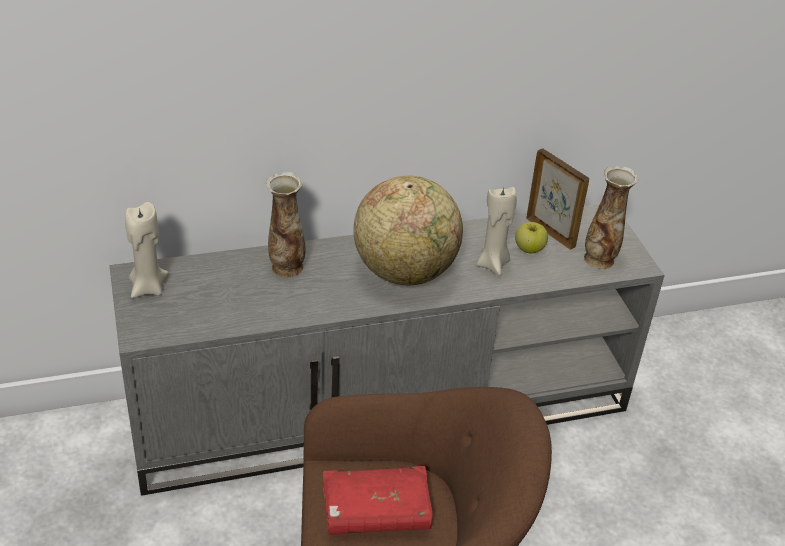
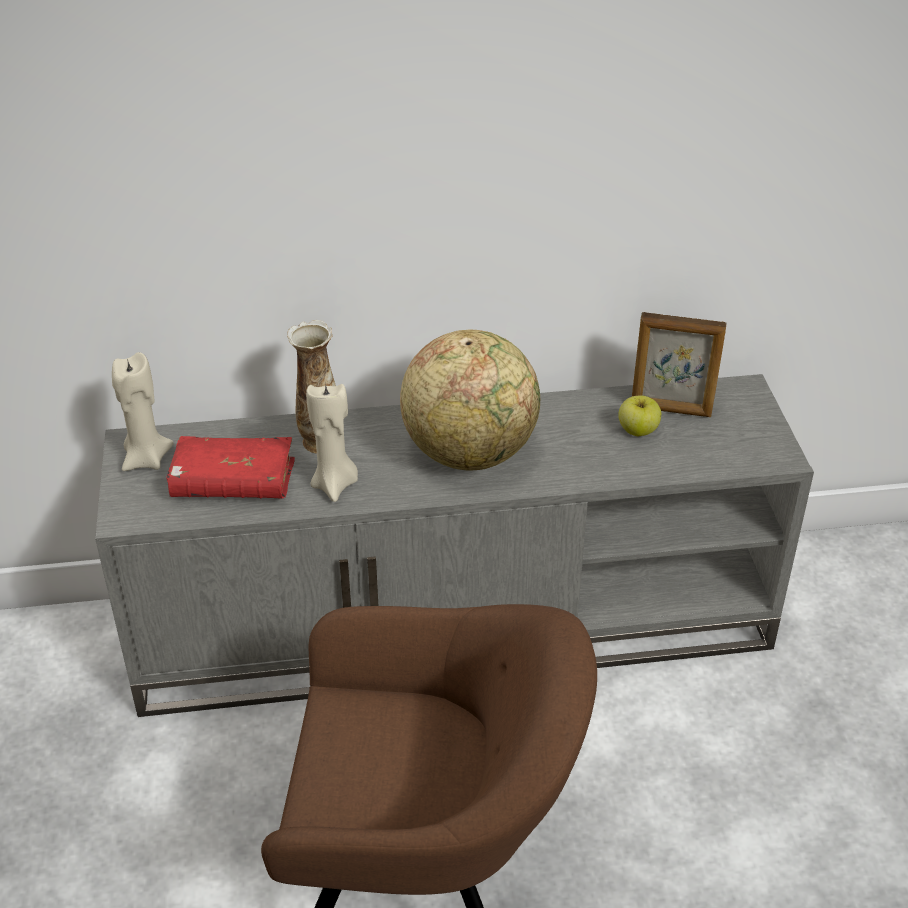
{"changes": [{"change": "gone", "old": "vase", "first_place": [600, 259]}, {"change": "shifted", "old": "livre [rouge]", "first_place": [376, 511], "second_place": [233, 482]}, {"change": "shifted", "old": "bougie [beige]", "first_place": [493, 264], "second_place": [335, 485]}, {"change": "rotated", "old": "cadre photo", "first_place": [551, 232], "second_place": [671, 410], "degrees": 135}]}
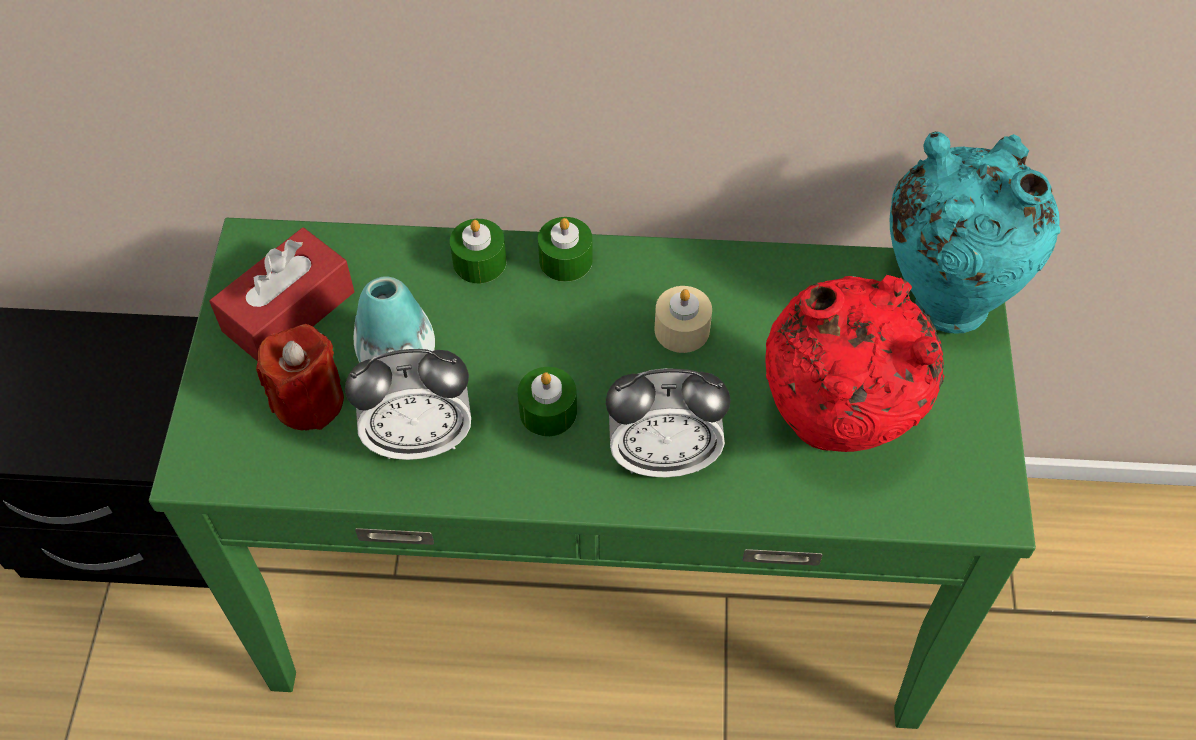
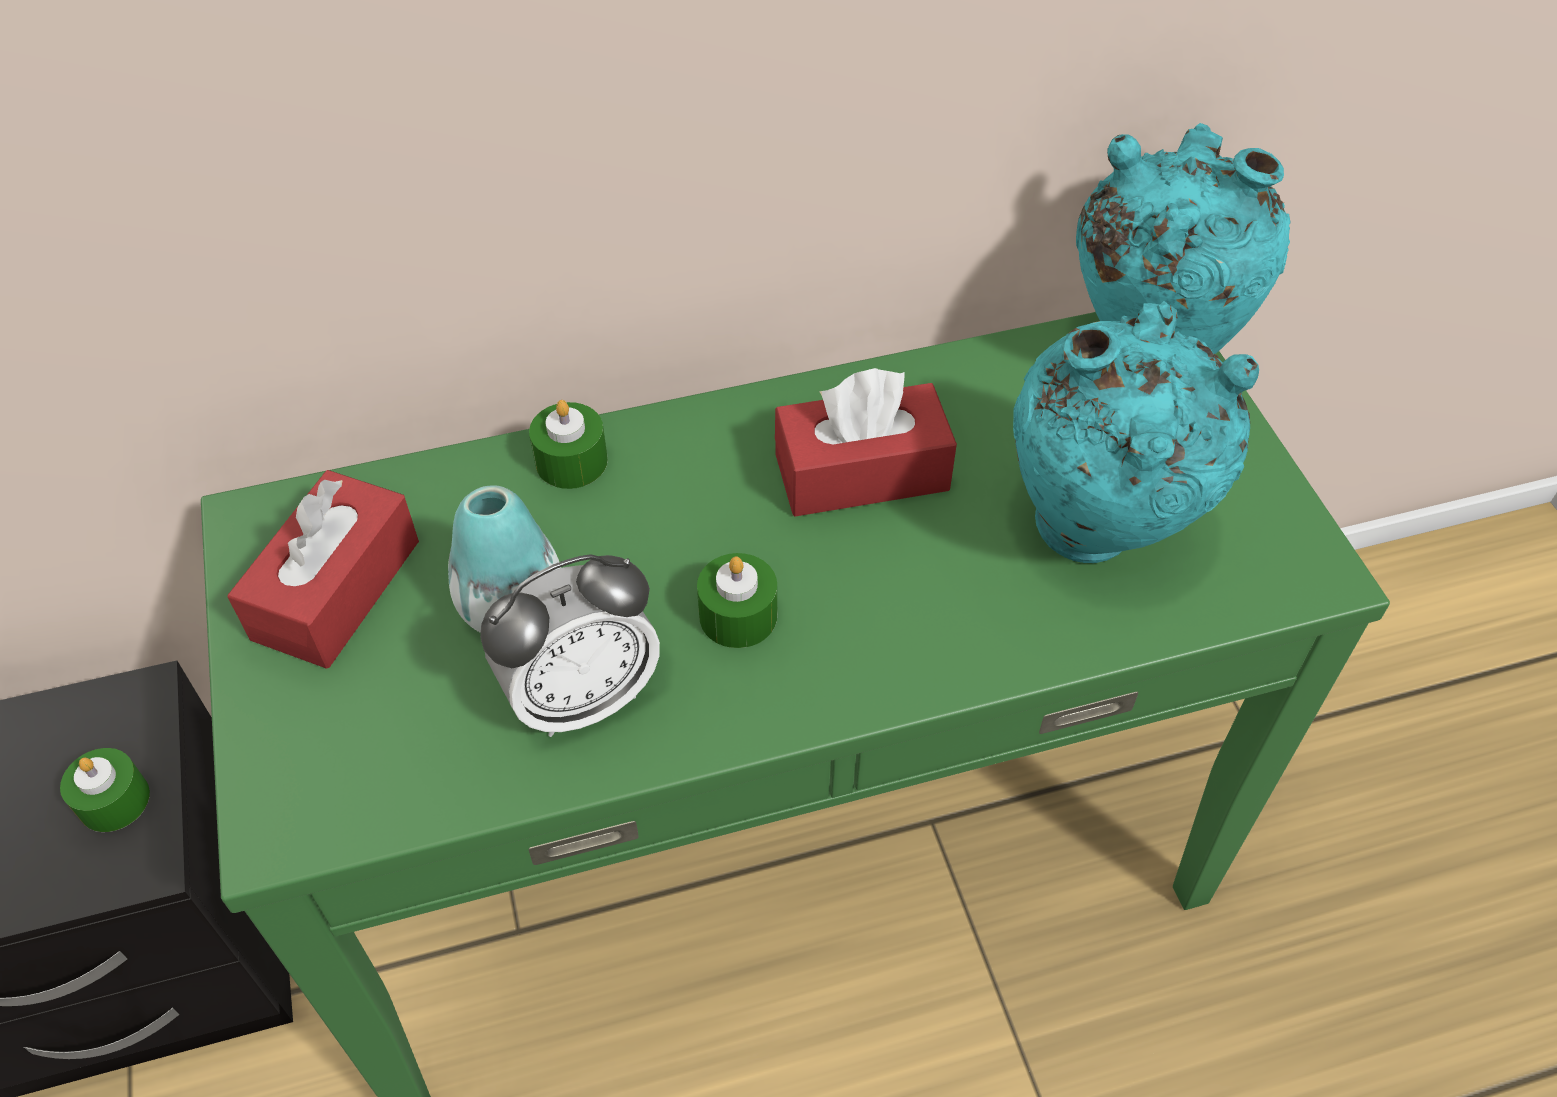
{"changes": [{"change": "gone", "old": "bougie [rouge]", "first_place": [309, 401]}, {"change": "gone", "old": "réveil", "first_place": [663, 455]}, {"change": "shifted", "old": "bougie [vert]", "first_place": [565, 260], "second_place": [114, 800]}, {"change": "swapped", "old": "bougie [beige]", "new": "boîte à mouchoirs [rouge]", "first_place": [682, 329], "second_place": [861, 472]}, {"change": "repainted", "old": "vase [rouge]", "new": "vase [turquoise]", "first_place": [833, 431], "second_place": [1096, 538]}]}
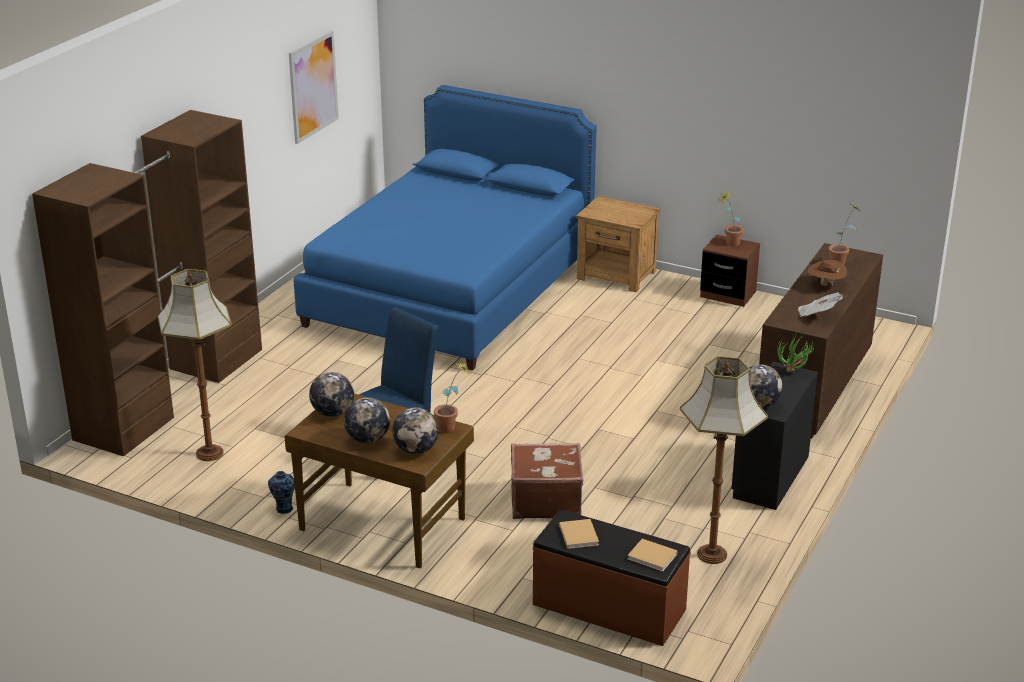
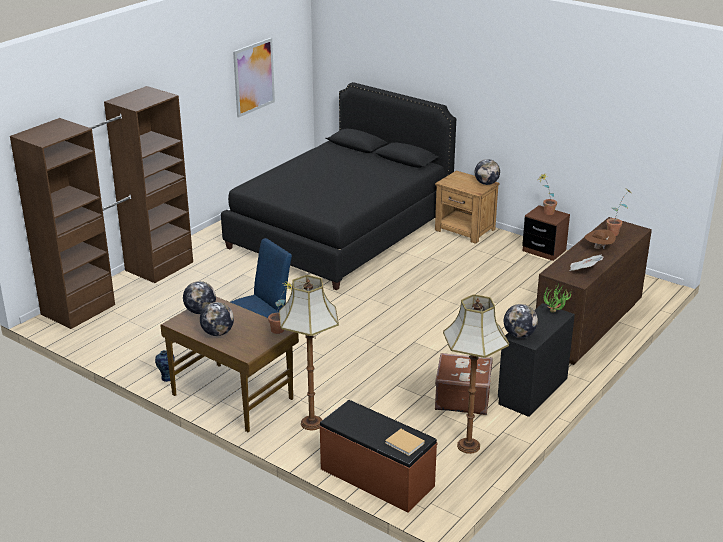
{"changes": [{"change": "gone", "old": "livre [beige]", "first_place": [578, 534]}, {"change": "shifted", "old": "lampadaire", "first_place": [208, 453], "second_place": [311, 423]}, {"change": "shifted", "old": "globe", "first_place": [416, 450], "second_place": [486, 183]}, {"change": "shifted", "old": "valise [marron]", "first_place": [545, 501], "second_place": [462, 398]}, {"change": "repainted", "old": "lit [bleu]", "new": "lit [noir]", "first_place": [451, 291], "second_place": [341, 231]}]}
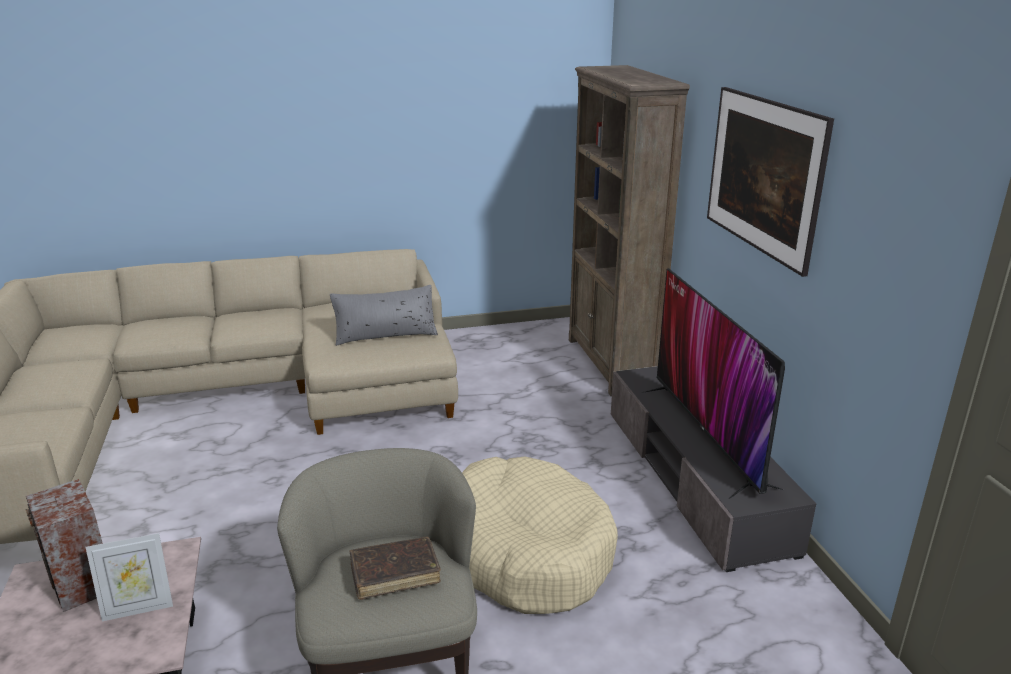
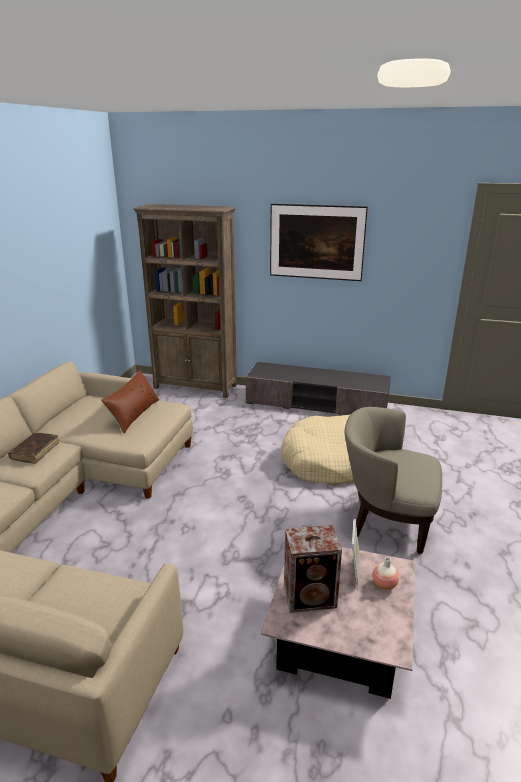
{"changes": [{"change": "gone", "old": "téléviseur", "first_place": [707, 436]}, {"change": "new", "new": "vase", "second_place": [384, 584]}, {"change": "shifted", "old": "livre [marron]", "first_place": [395, 574], "second_place": [35, 452]}, {"change": "repainted", "old": "coussin [gris]", "new": "coussin [marron]", "first_place": [385, 335], "second_place": [134, 414]}]}
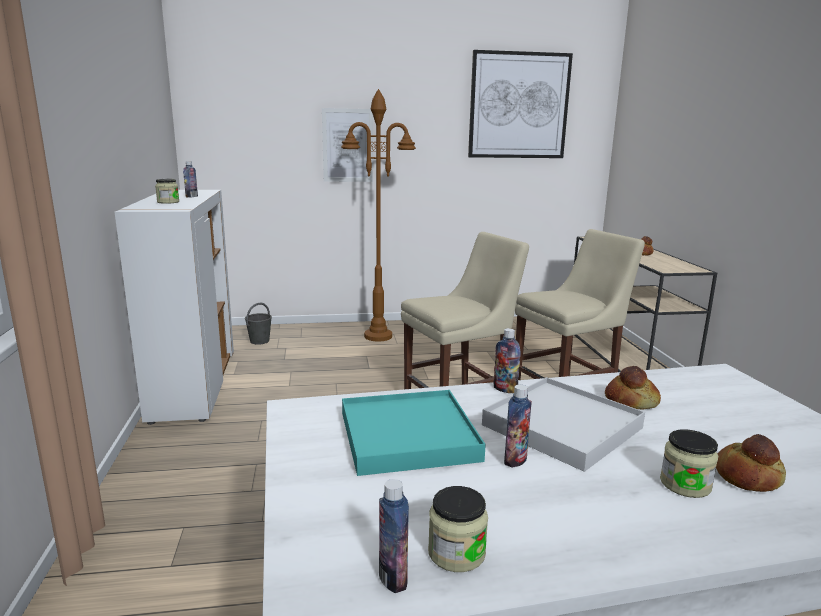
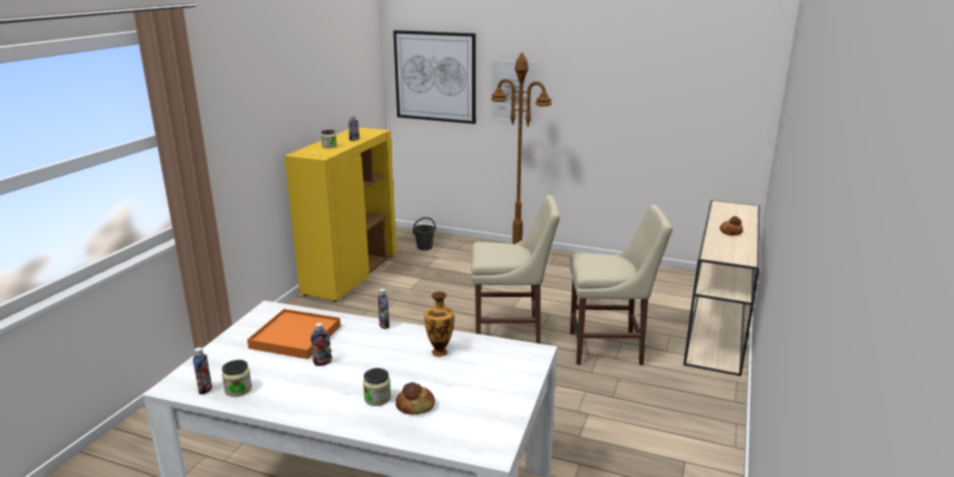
{"changes": [{"change": "gone", "old": "plateau [blanc]", "first_place": [562, 426]}, {"change": "shifted", "old": "tableau", "first_place": [518, 106], "second_place": [435, 76]}, {"change": "swapped", "old": "pain", "new": "vase", "first_place": [631, 401], "second_place": [440, 351]}, {"change": "repainted", "old": "meuble de rangement [blanc]", "new": "meuble de rangement [jaune]", "first_place": [193, 386], "second_place": [351, 274]}, {"change": "repainted", "old": "plateau [turquoise]", "new": "plateau [orange]", "first_place": [408, 436], "second_place": [295, 337]}]}
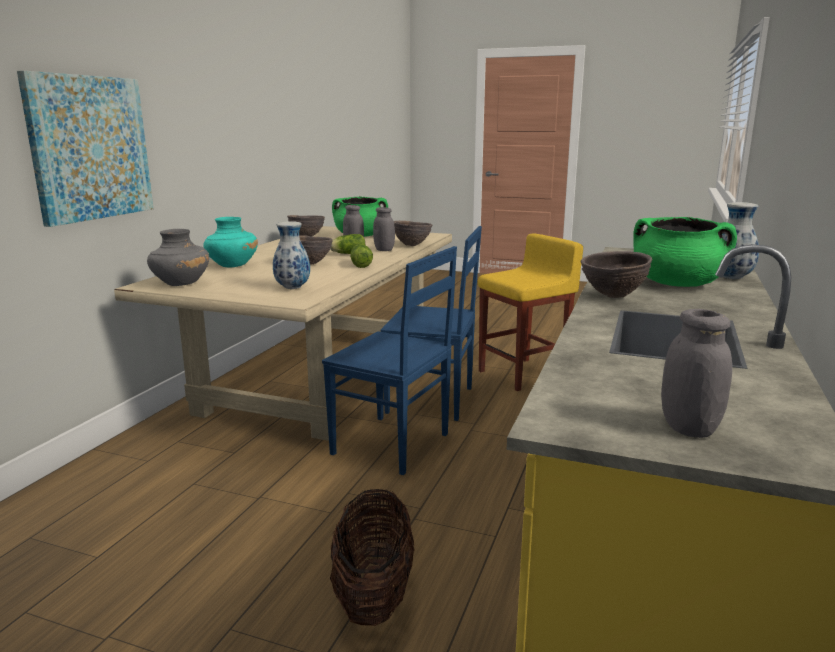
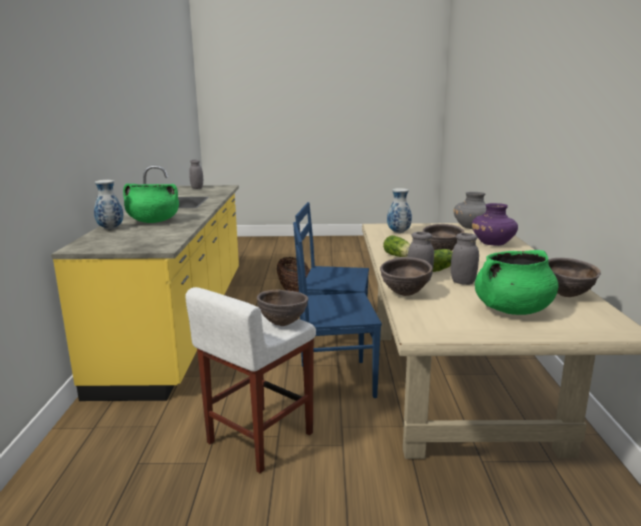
{"changes": [{"change": "gone", "old": "tableau", "first_place": [90, 148]}, {"change": "shifted", "old": "bol [marron]", "first_place": [613, 296], "second_place": [283, 324]}, {"change": "repainted", "old": "vase [turquoise]", "new": "vase [violet]", "first_place": [232, 265], "second_place": [493, 244]}, {"change": "repainted", "old": "tabouret [jaune]", "new": "tabouret [blanc]", "first_place": [523, 374], "second_place": [259, 438]}]}
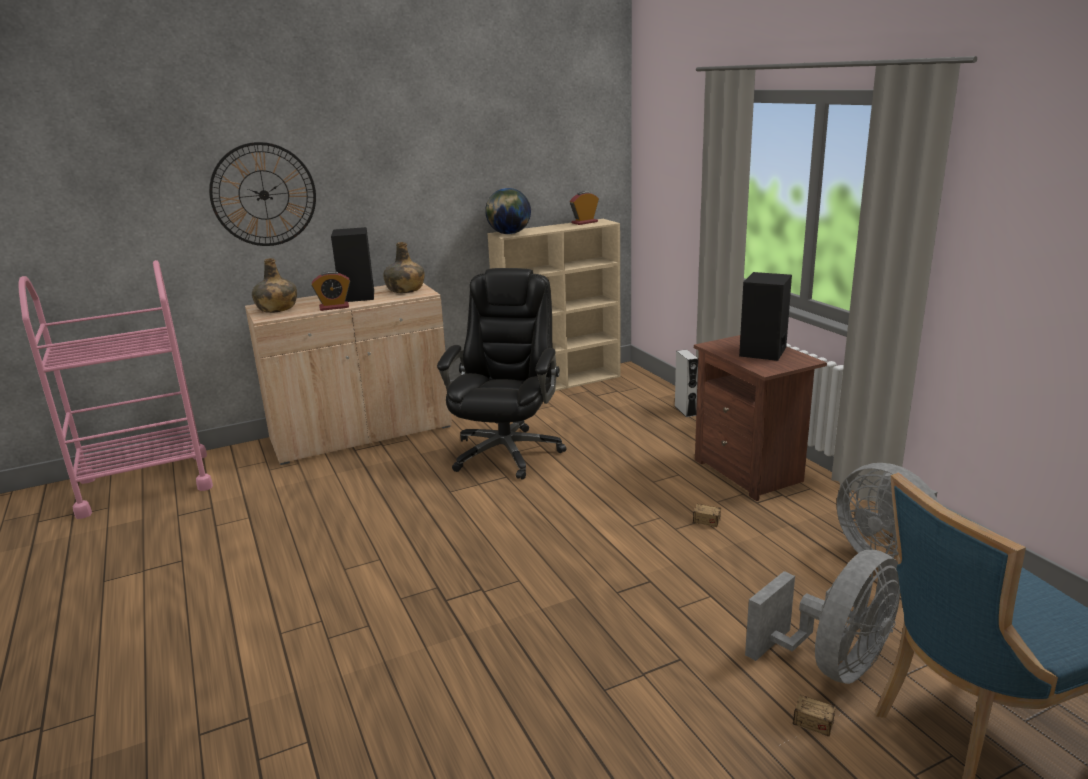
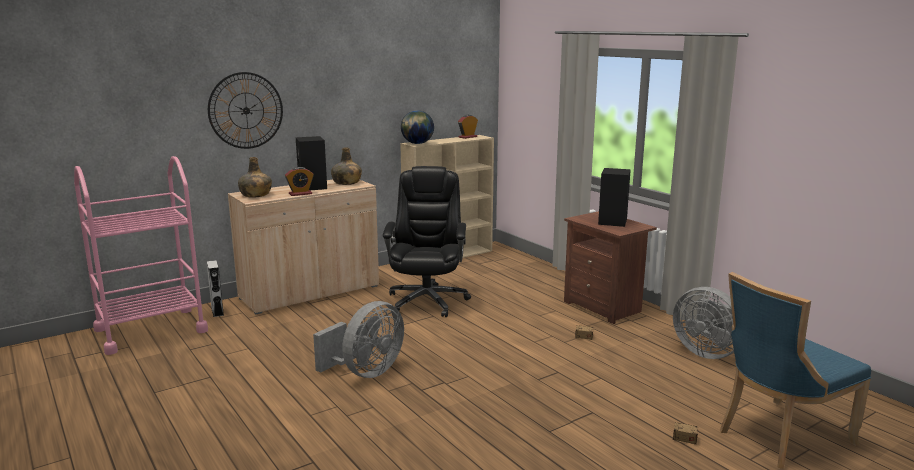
{"changes": [{"change": "shifted", "old": "enceinte [gris]", "first_place": [685, 410], "second_place": [217, 311]}, {"change": "shifted", "old": "ventilateur [gris]", "first_place": [833, 664], "second_place": [366, 372]}]}
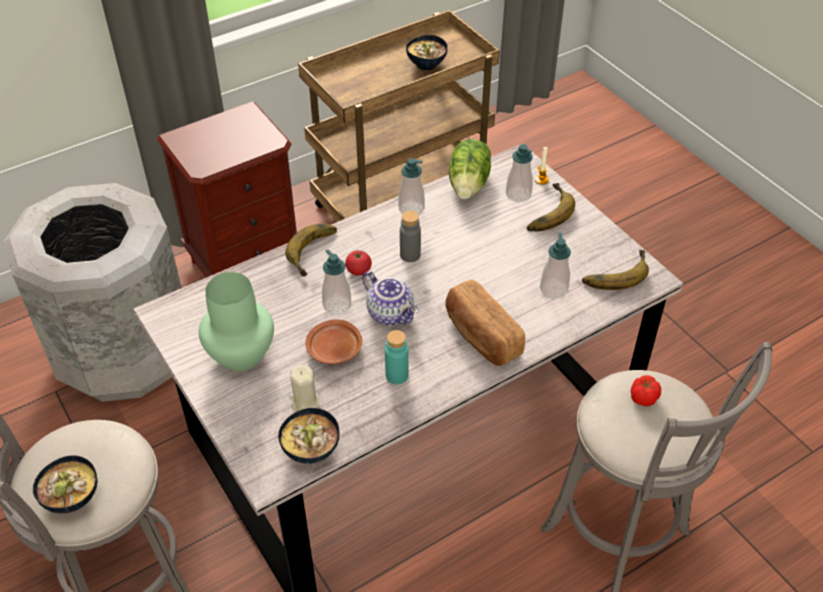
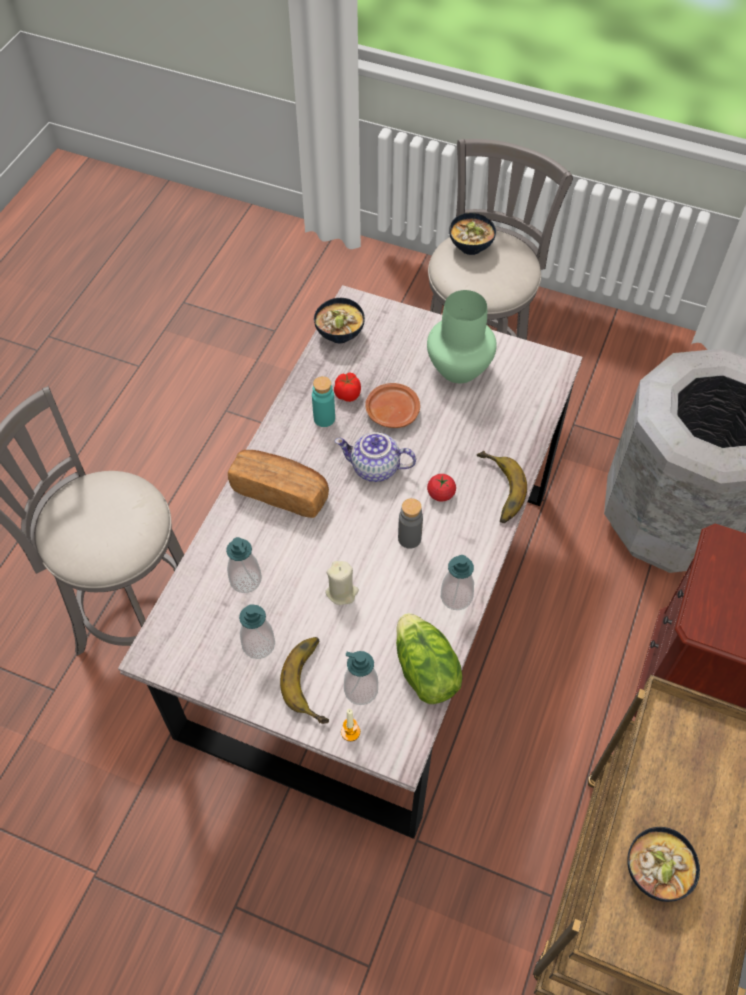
{"changes": [{"change": "gone", "old": "banane", "first_place": [614, 273]}, {"change": "shifted", "old": "bougie [beige]", "first_place": [304, 402], "second_place": [342, 592]}, {"change": "shifted", "old": "distributeur de savon", "first_place": [337, 304], "second_place": [258, 644]}, {"change": "shifted", "old": "tomate", "first_place": [642, 398], "second_place": [348, 393]}]}
